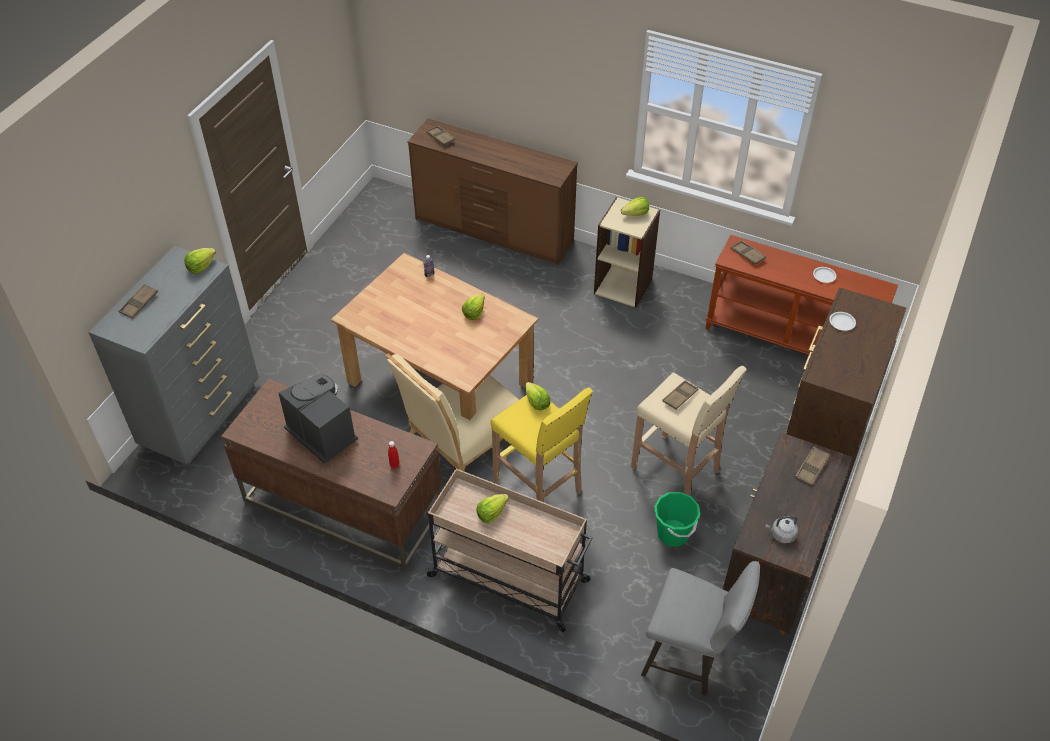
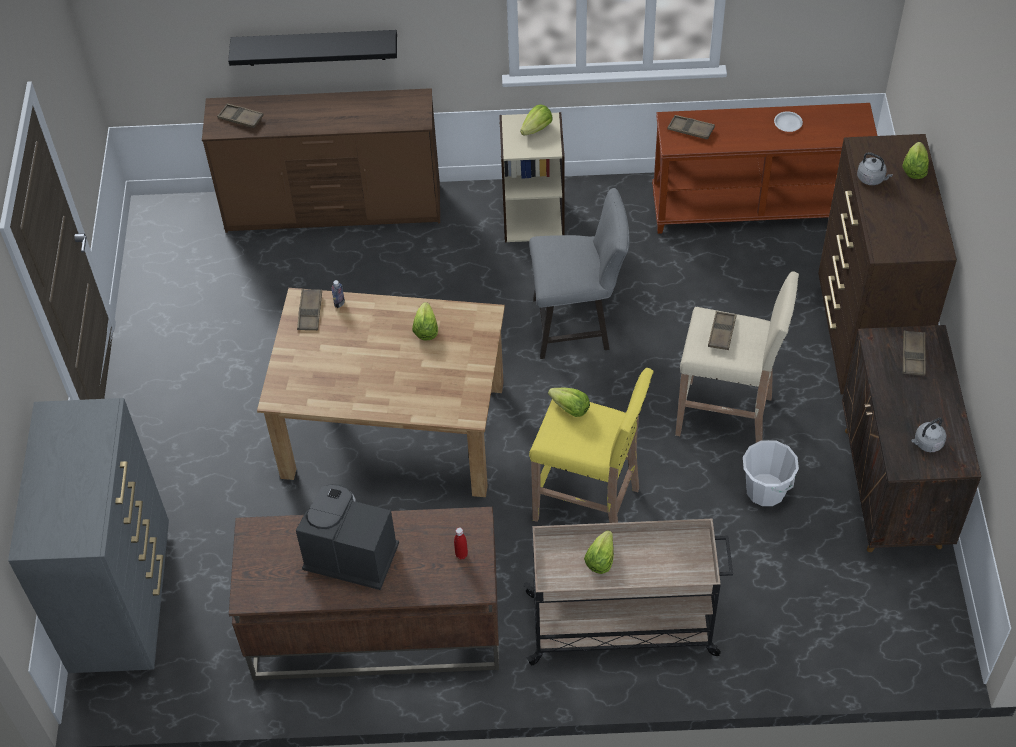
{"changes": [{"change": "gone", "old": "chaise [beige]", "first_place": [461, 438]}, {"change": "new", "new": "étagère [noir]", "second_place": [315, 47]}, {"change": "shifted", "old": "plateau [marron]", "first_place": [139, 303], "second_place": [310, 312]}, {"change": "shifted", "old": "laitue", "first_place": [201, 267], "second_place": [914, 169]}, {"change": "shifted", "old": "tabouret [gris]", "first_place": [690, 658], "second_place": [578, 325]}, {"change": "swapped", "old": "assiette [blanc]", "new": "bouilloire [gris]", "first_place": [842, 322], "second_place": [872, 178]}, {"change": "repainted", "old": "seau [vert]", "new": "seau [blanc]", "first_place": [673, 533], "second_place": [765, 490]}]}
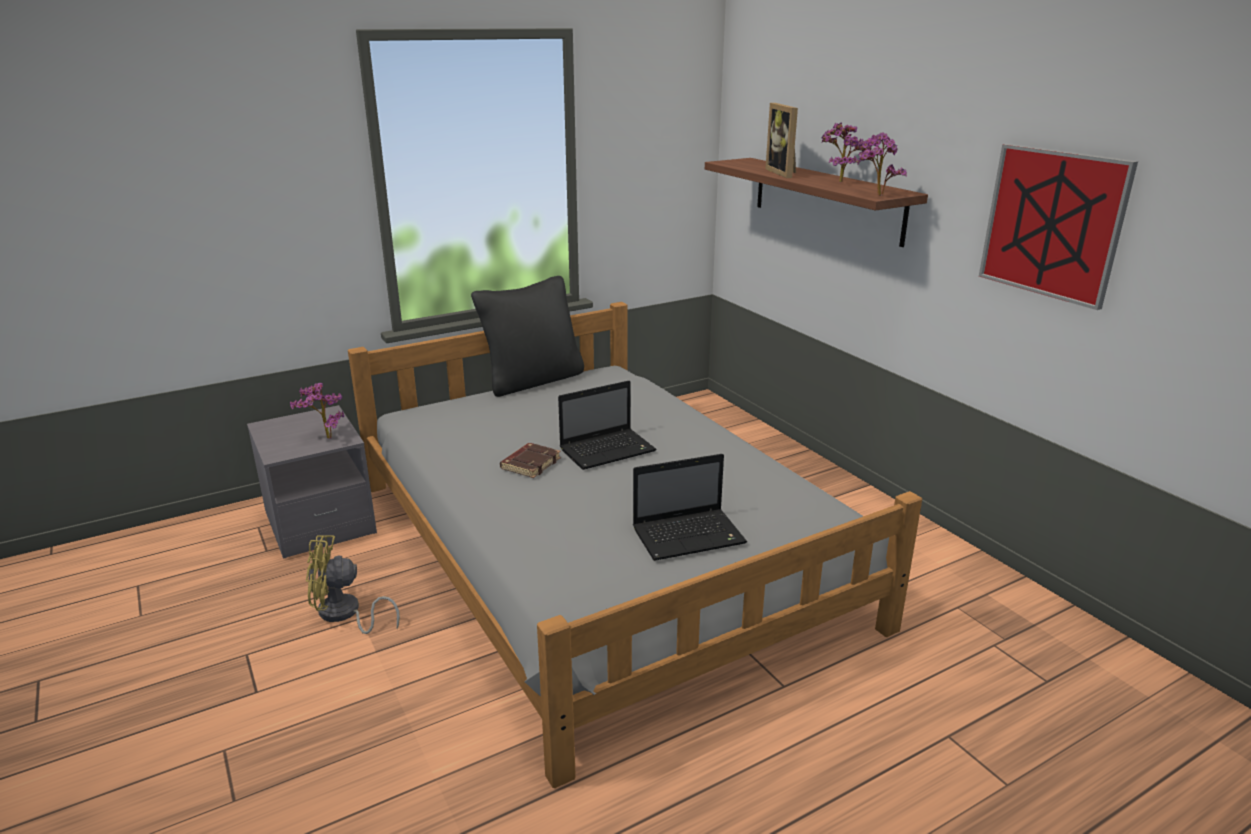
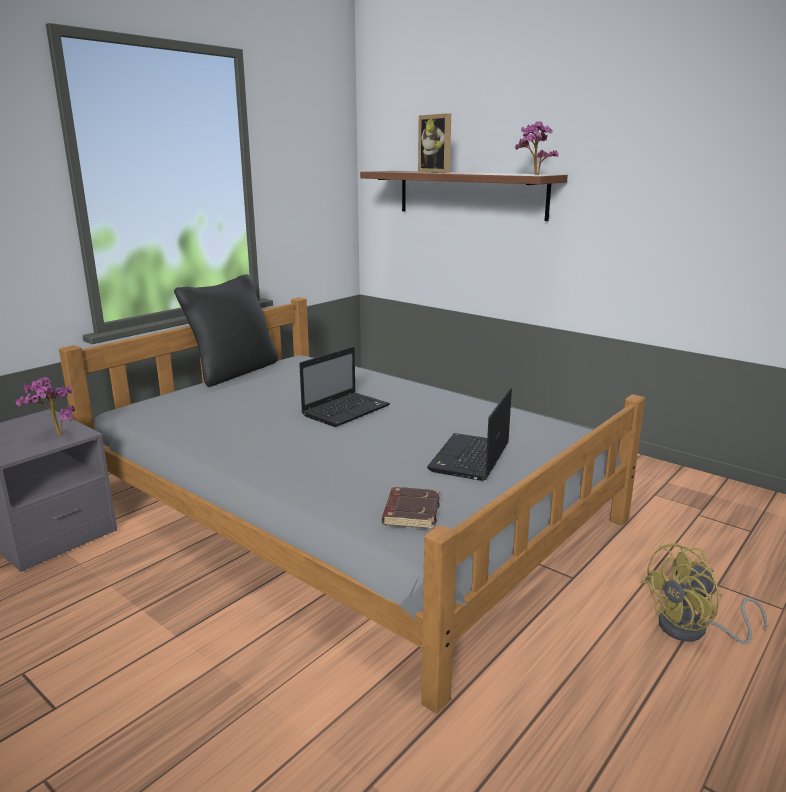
{"changes": [{"change": "gone", "old": "plante en pot", "first_place": [838, 181]}, {"change": "gone", "old": "tableau", "first_place": [1053, 224]}, {"change": "shifted", "old": "ventilateur [jaune]", "first_place": [344, 615], "second_place": [693, 630]}, {"change": "shifted", "old": "livre [marron]", "first_place": [530, 464], "second_place": [410, 512]}, {"change": "rotated", "old": "ordinateur portable", "first_place": [690, 535], "second_place": [470, 459], "degrees": 150}]}
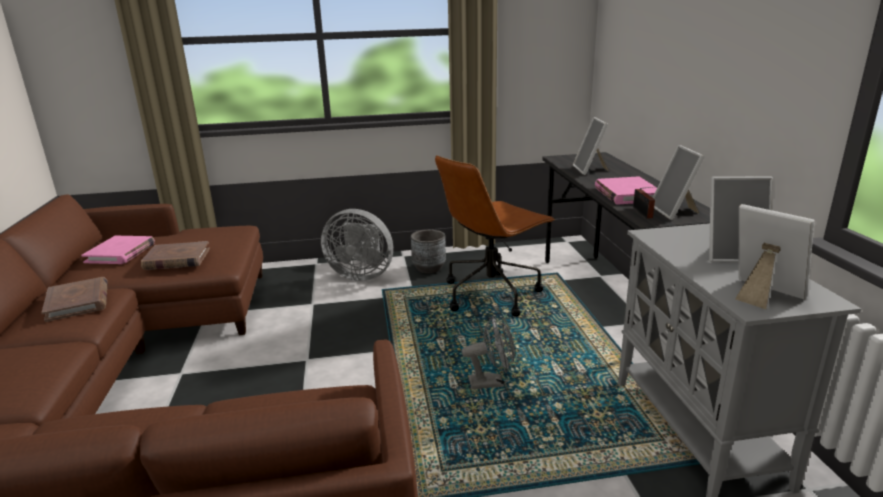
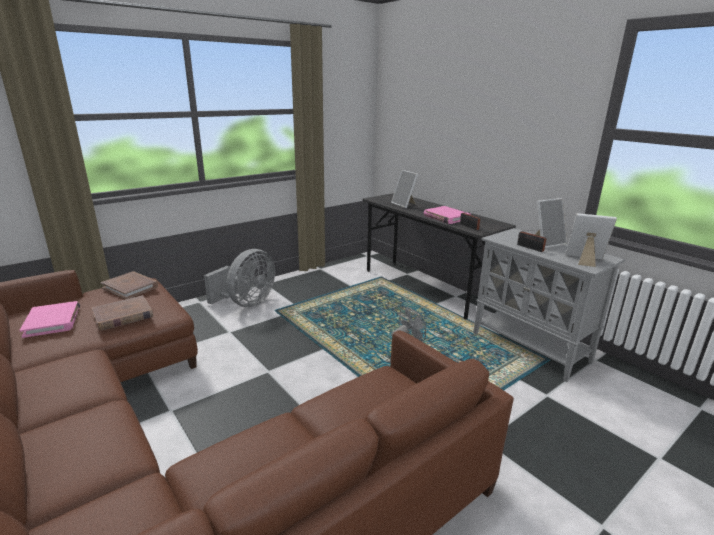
{"changes": [{"change": "gone", "old": "cache-pot [gris]", "first_place": [429, 268]}, {"change": "gone", "old": "chaise de bureau [marron]", "first_place": [492, 293]}, {"change": "gone", "old": "cadre photo", "first_place": [675, 212]}, {"change": "new", "new": "radio", "second_place": [531, 248]}, {"change": "shifted", "old": "livre [marron]", "first_place": [78, 302], "second_place": [130, 287]}, {"change": "rotated", "old": "ventilateur [gris]", "first_place": [361, 275], "second_place": [247, 303], "degrees": -45}]}
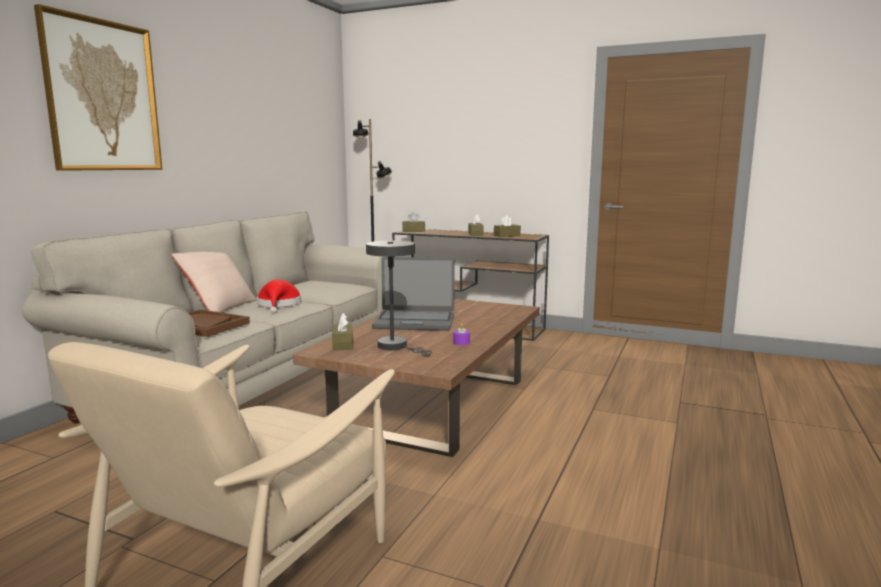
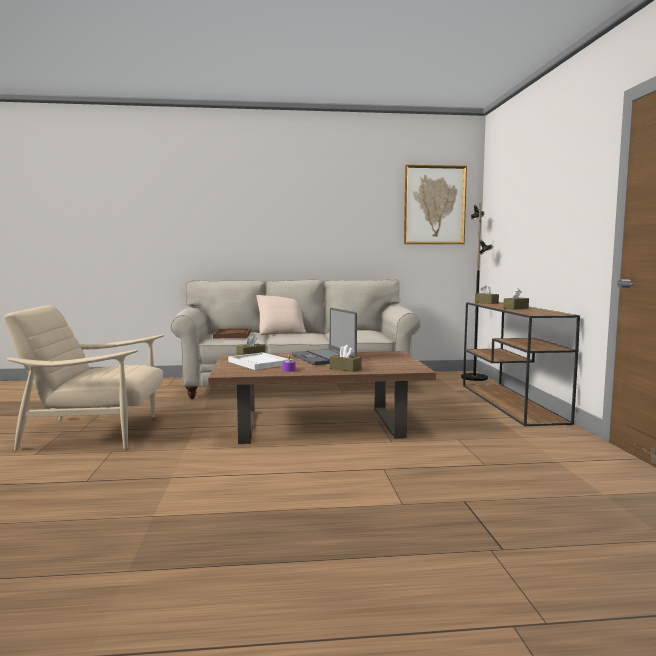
{"changes": [{"change": "gone", "old": "chapeau [rouge]", "first_place": [279, 305]}, {"change": "shifted", "old": "tableau", "first_place": [102, 96], "second_place": [434, 205]}, {"change": "shifted", "old": "boîte à mouchoirs [marron]", "first_place": [507, 236], "second_place": [345, 369]}, {"change": "swapped", "old": "lampe de table [gris]", "new": "plateau [blanc]", "first_place": [396, 347], "second_place": [259, 363]}]}
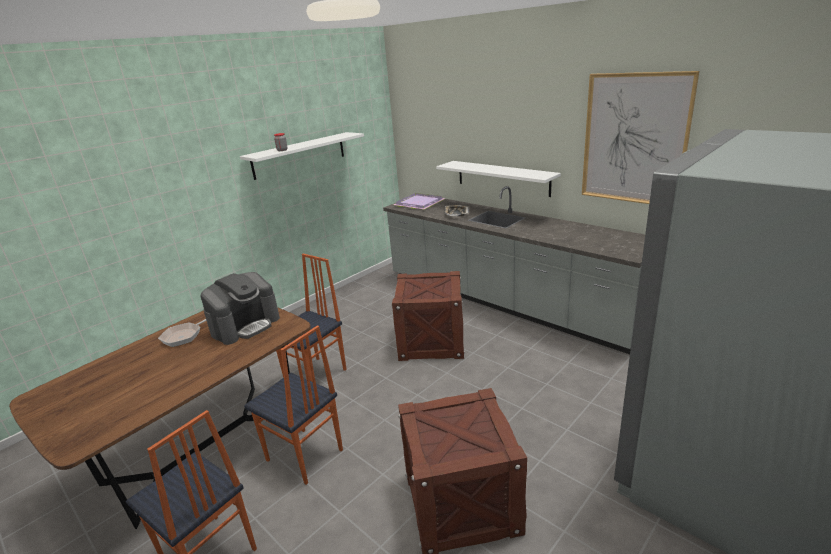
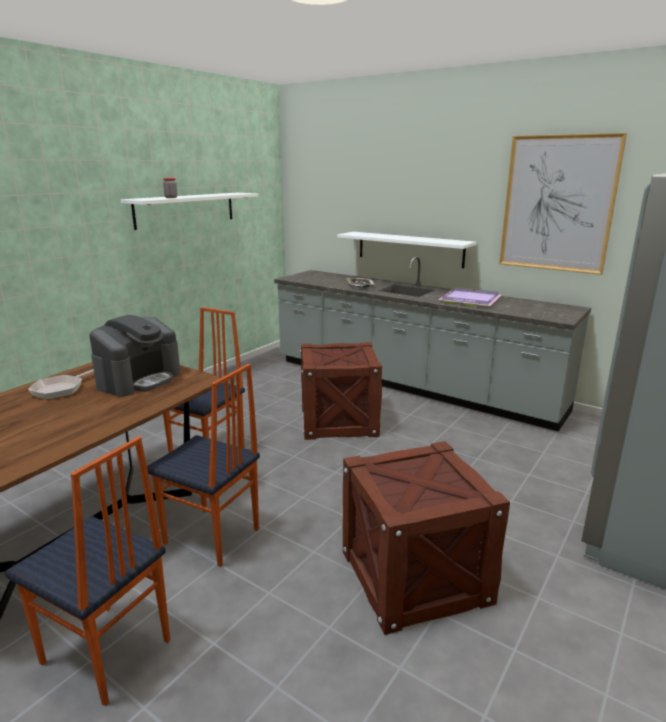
{"changes": [{"change": "shifted", "old": "plateau [violet]", "first_place": [418, 203], "second_place": [468, 299]}]}
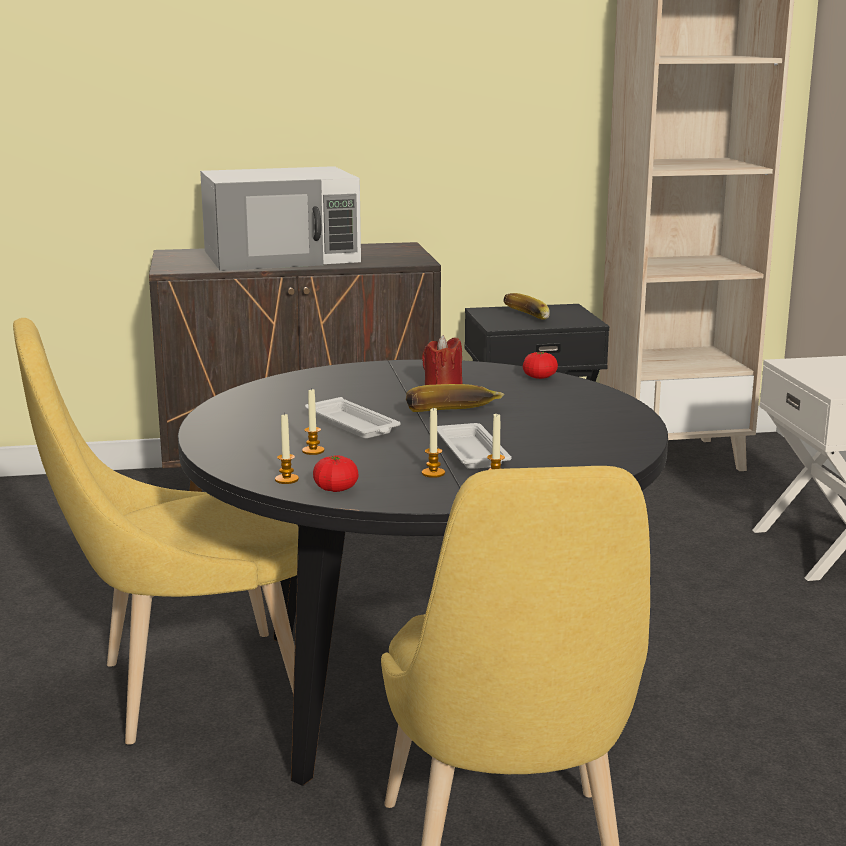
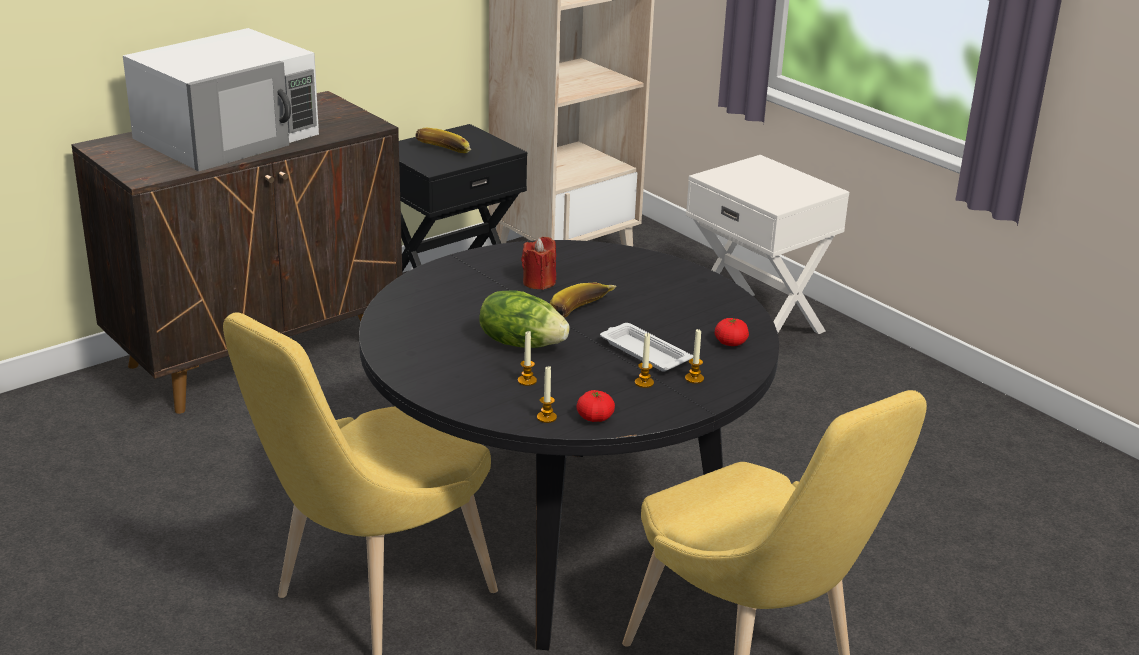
{"changes": [{"change": "shifted", "old": "tomate", "first_place": [539, 377], "second_place": [730, 343]}, {"change": "swapped", "old": "plateau [blanc]", "new": "laitue", "first_place": [353, 425], "second_place": [521, 343]}]}
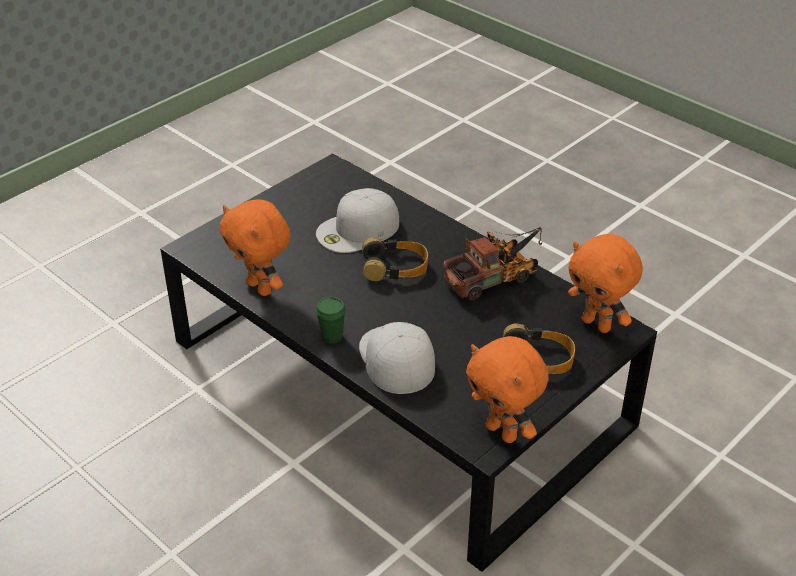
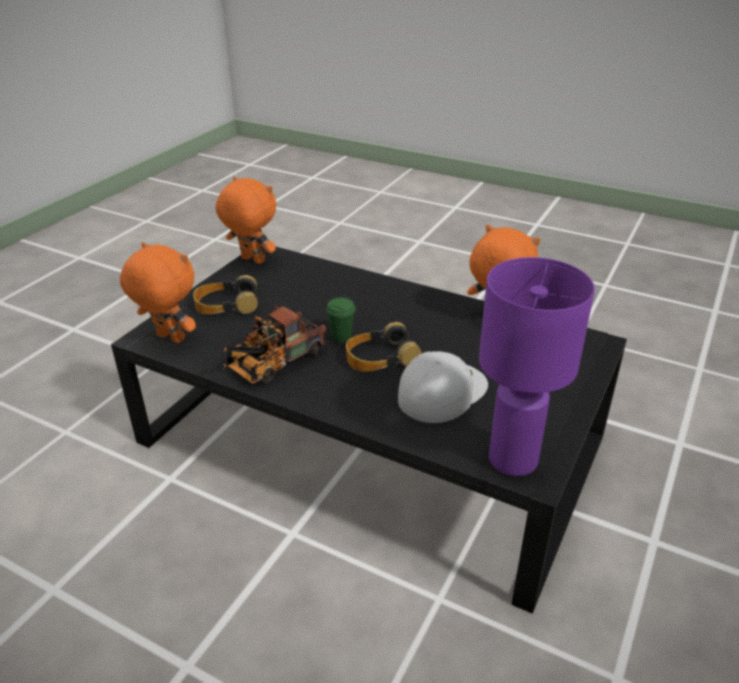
{"changes": [{"change": "gone", "old": "casquette [blanc]", "first_place": [395, 358]}, {"change": "new", "new": "lampe de table [violet]", "second_place": [514, 461]}, {"change": "shifted", "old": "tasse [vert]", "first_place": [332, 336], "second_place": [341, 337]}]}
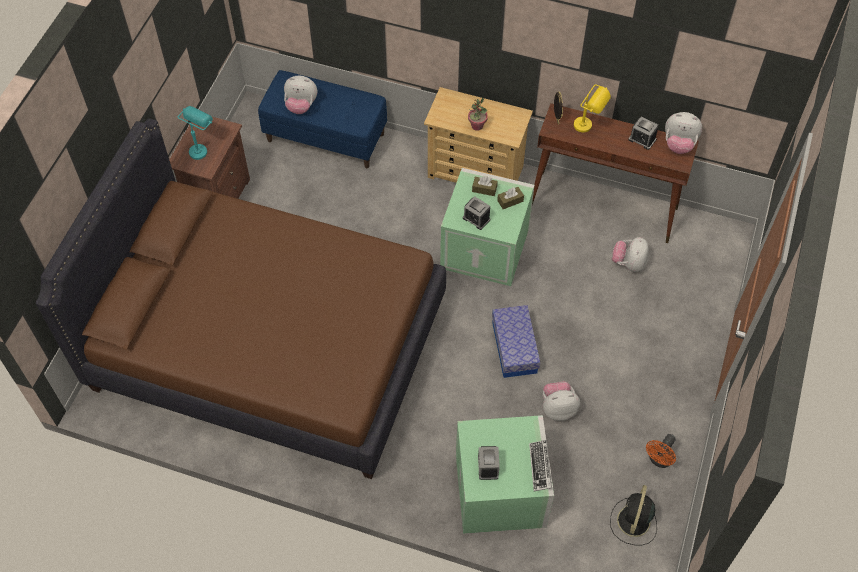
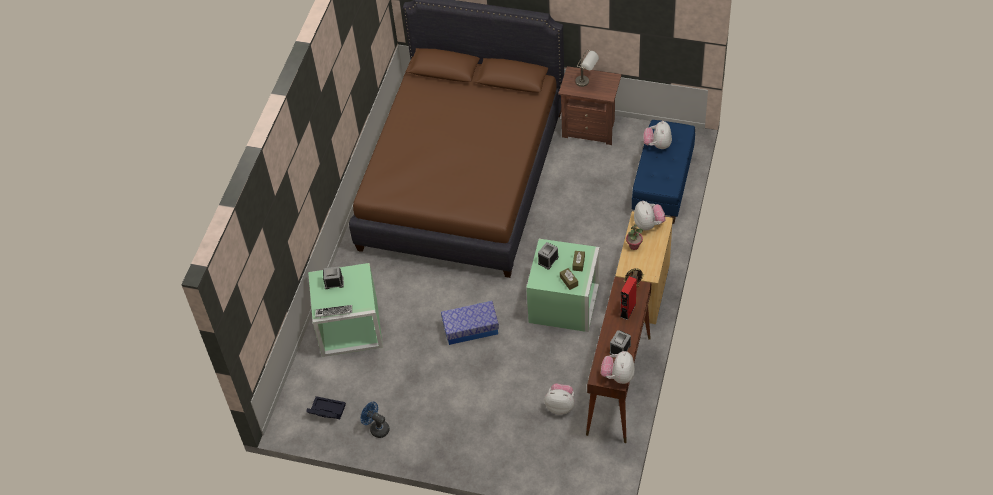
{"changes": [{"change": "shifted", "old": "peluche", "first_place": [558, 408], "second_place": [648, 224]}, {"change": "swapped", "old": "lampe de table [jaune]", "new": "enceinte [rouge]", "first_place": [588, 127], "second_place": [628, 310]}, {"change": "swapped", "old": "ventilateur [noir]", "new": "boîte de rangement [noir]", "first_place": [633, 522], "second_place": [326, 411]}, {"change": "repainted", "old": "lampe de table [turquoise]", "new": "lampe de table [gris]", "first_place": [201, 148], "second_place": [586, 82]}, {"change": "repainted", "old": "ventilateur [orange]", "new": "ventilateur [bleu]", "first_place": [659, 460], "second_place": [377, 428]}]}
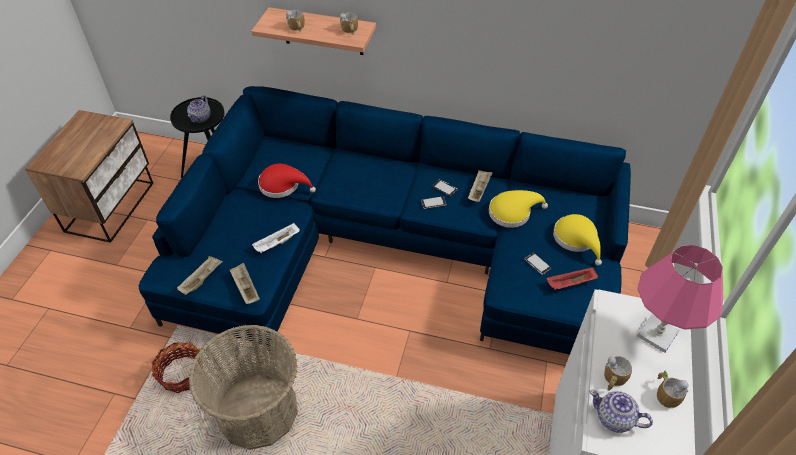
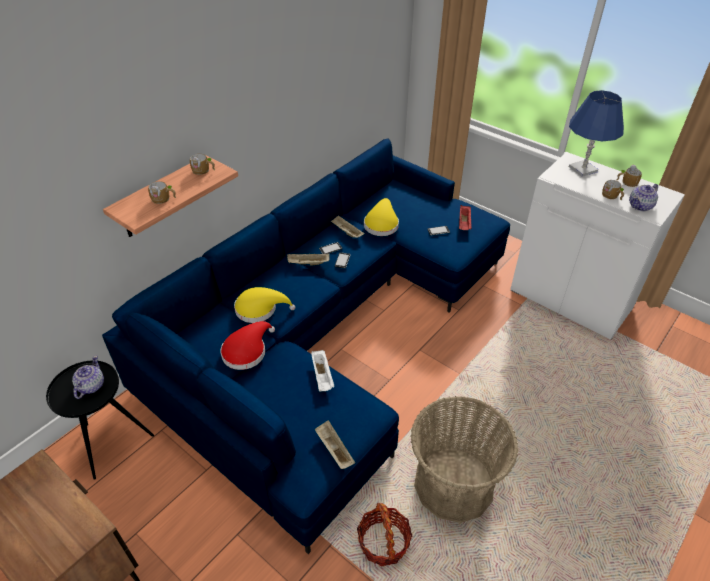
{"changes": [{"change": "shifted", "old": "plateau [beige]", "first_place": [245, 288], "second_place": [308, 264]}, {"change": "shifted", "old": "chapeau [jaune]", "first_place": [577, 239], "second_place": [259, 309]}, {"change": "repainted", "old": "lampe de table [rose]", "new": "lampe de table [bleu]", "first_place": [657, 334], "second_place": [583, 169]}, {"change": "rotated", "old": "théière", "first_place": [201, 117], "second_place": [91, 386], "degrees": -120}]}
